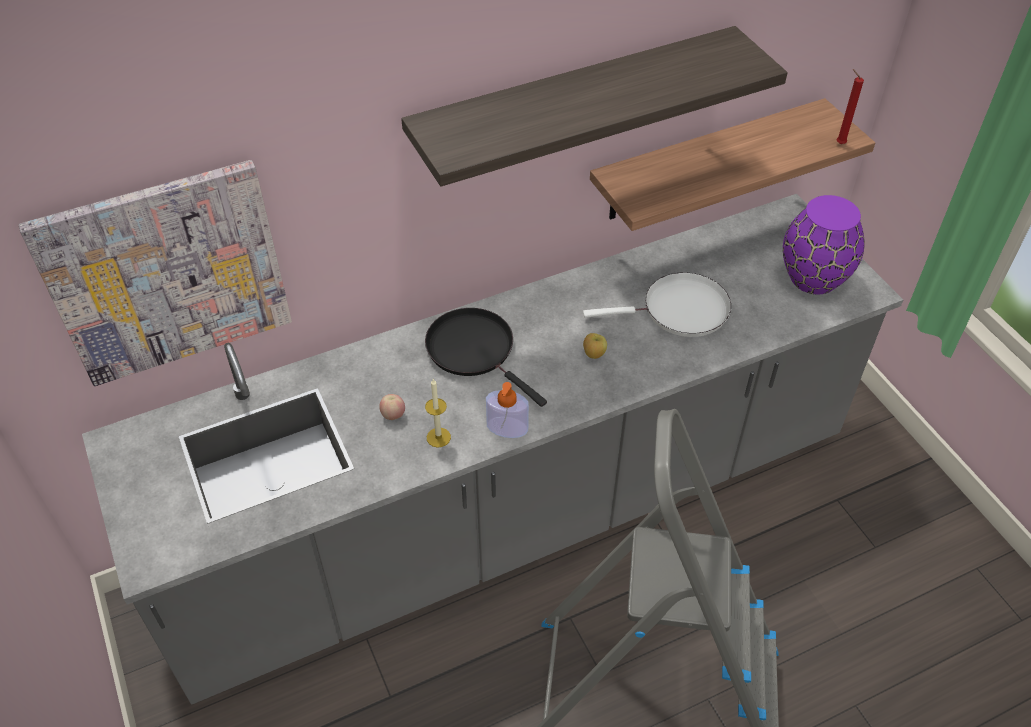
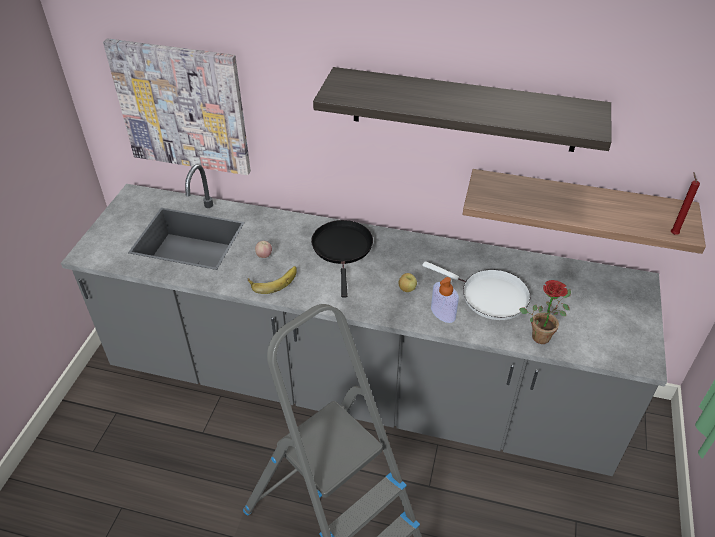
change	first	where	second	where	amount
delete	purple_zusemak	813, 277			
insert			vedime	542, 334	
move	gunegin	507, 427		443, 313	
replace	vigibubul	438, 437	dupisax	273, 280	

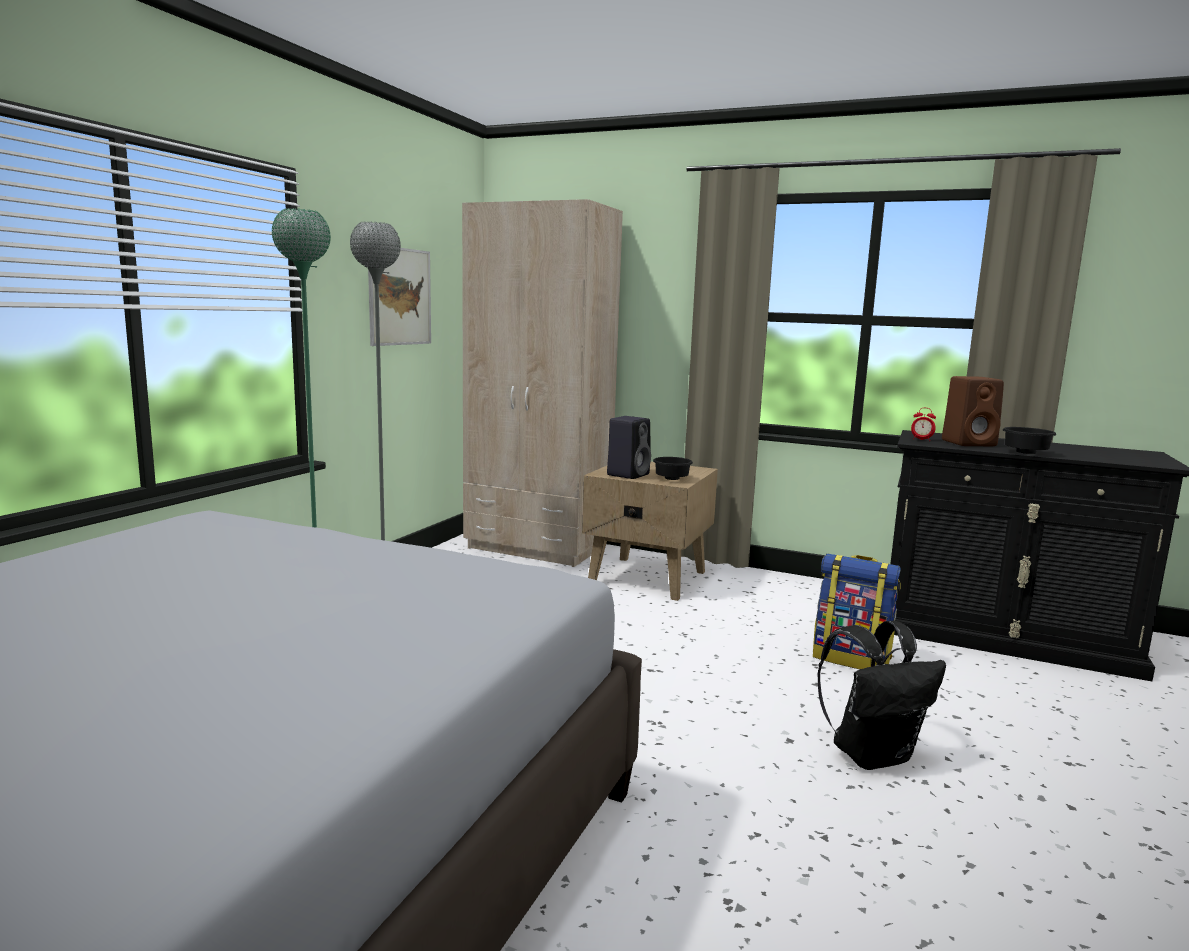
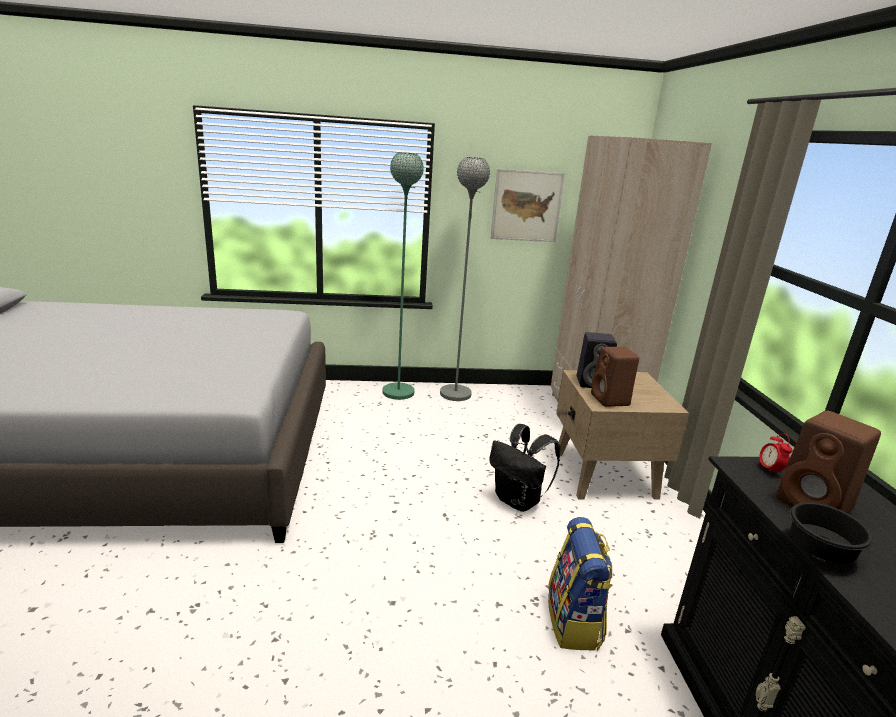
change	first	where	second	where	amount
move	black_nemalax	872, 754		519, 501	
replace	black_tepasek	672, 479	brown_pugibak	611, 400	

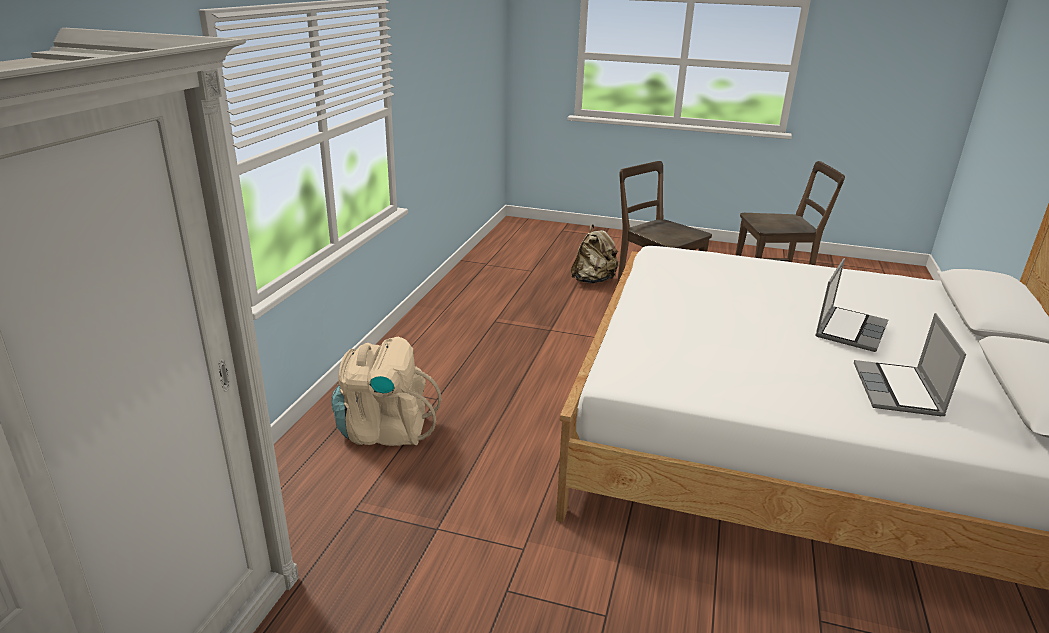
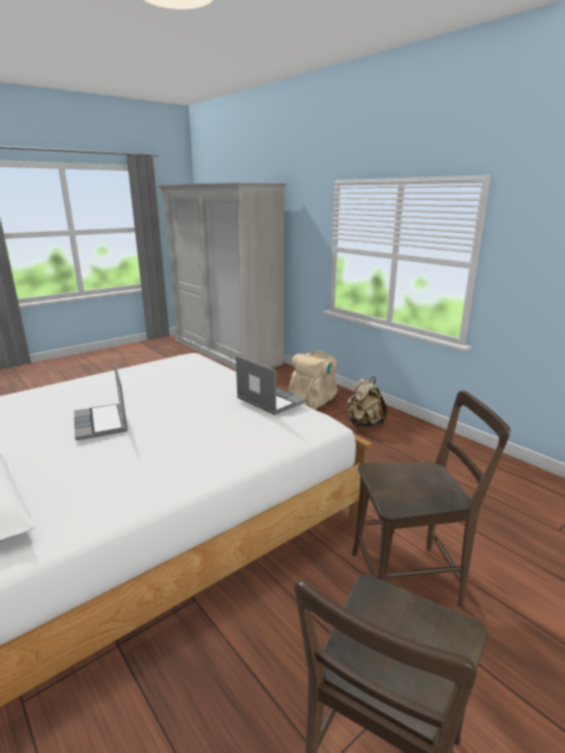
change	first	where	second	where	amount
move	beige_nemalax	593, 280		364, 424	
move	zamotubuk	898, 391		269, 400	

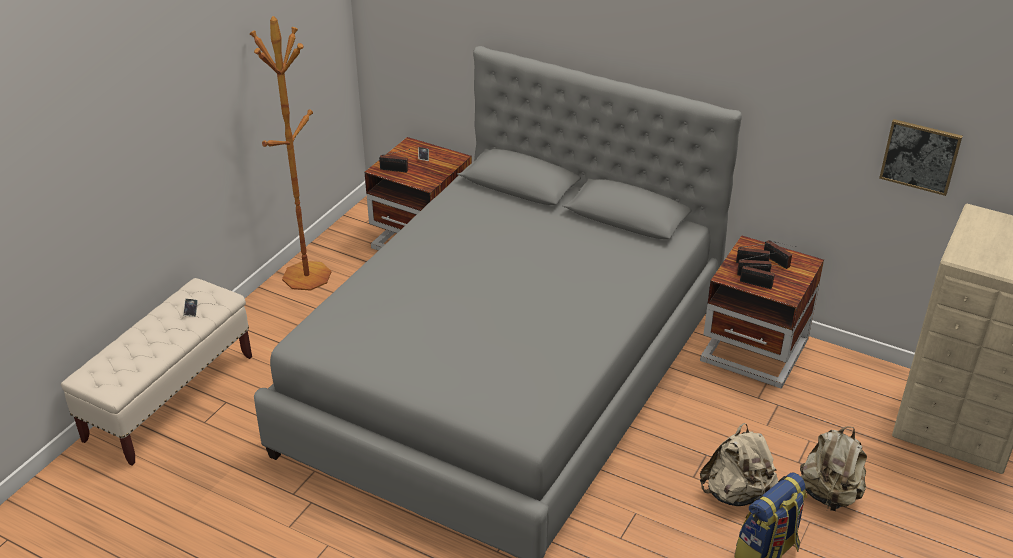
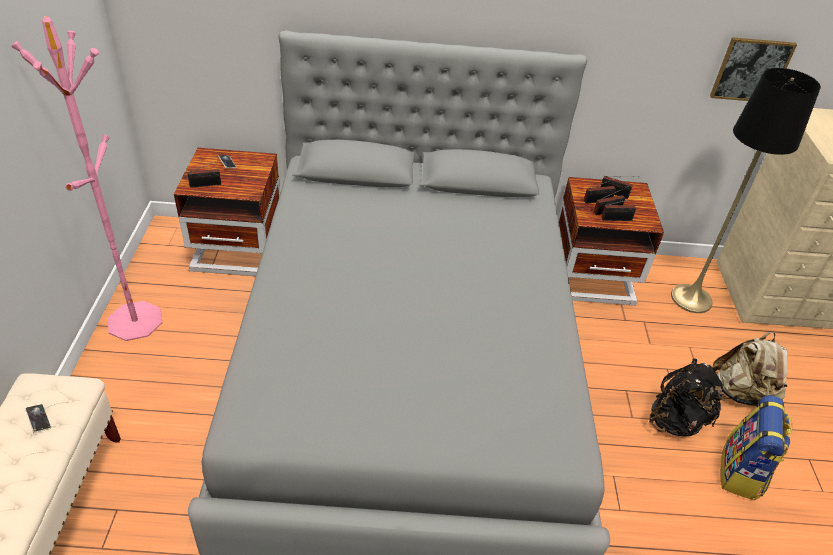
change	first	where	second	where	amount
insert			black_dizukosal	691, 298	
recolor	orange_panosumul	307, 275	pink_panosumul	135, 320	
recolor	beige_nemalax	737, 493	black_nemalax	676, 420	

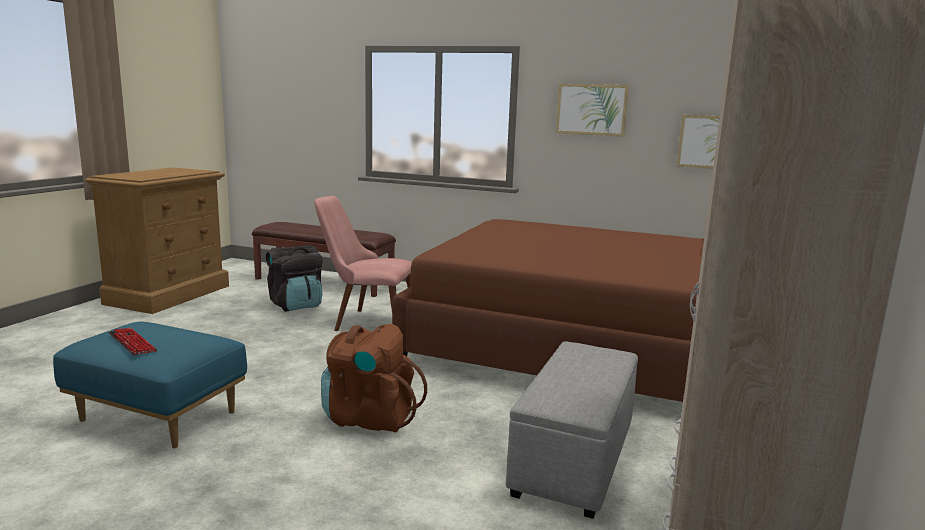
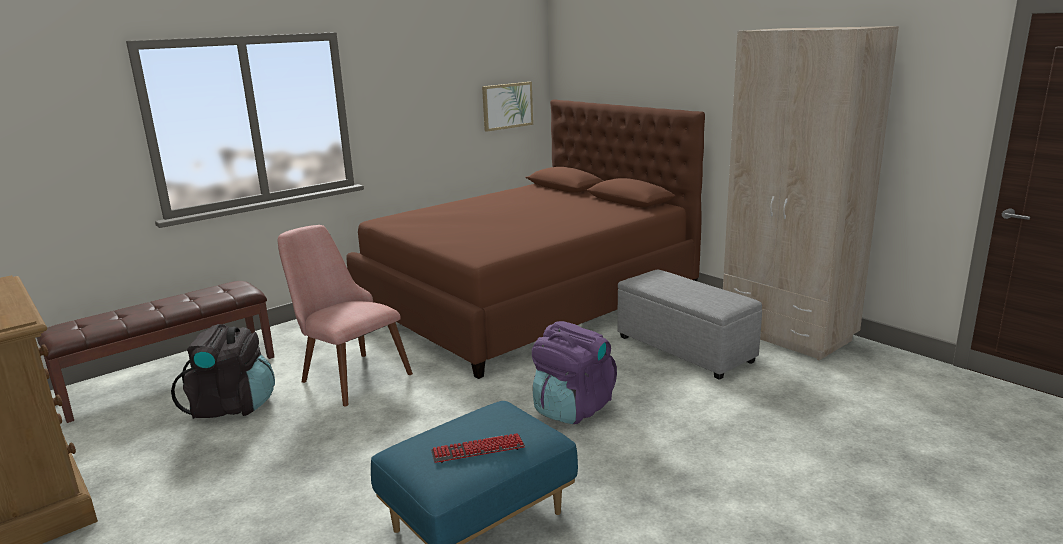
change	first	where	second	where	amount
delete	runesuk	591, 109			
recolor	brown_nemalax	369, 418	purple_nemalax	572, 408	
rotate	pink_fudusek	366, 322		347, 374	90 degrees clockwise

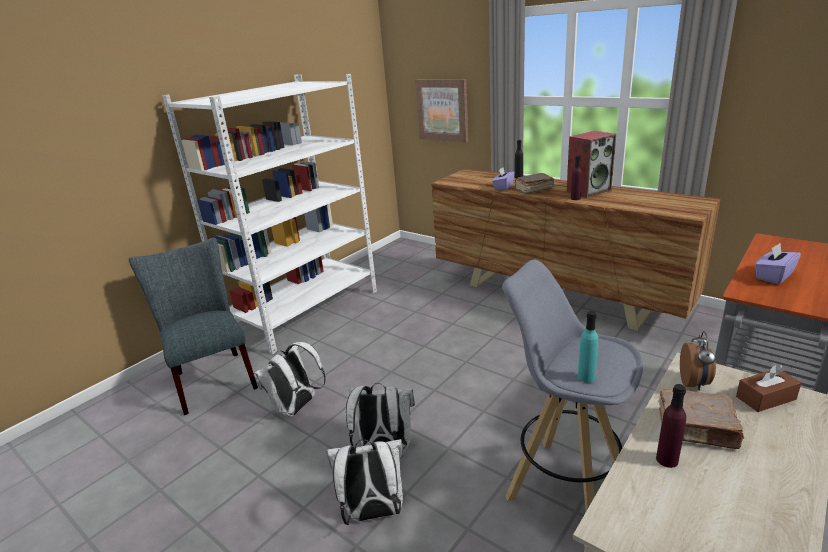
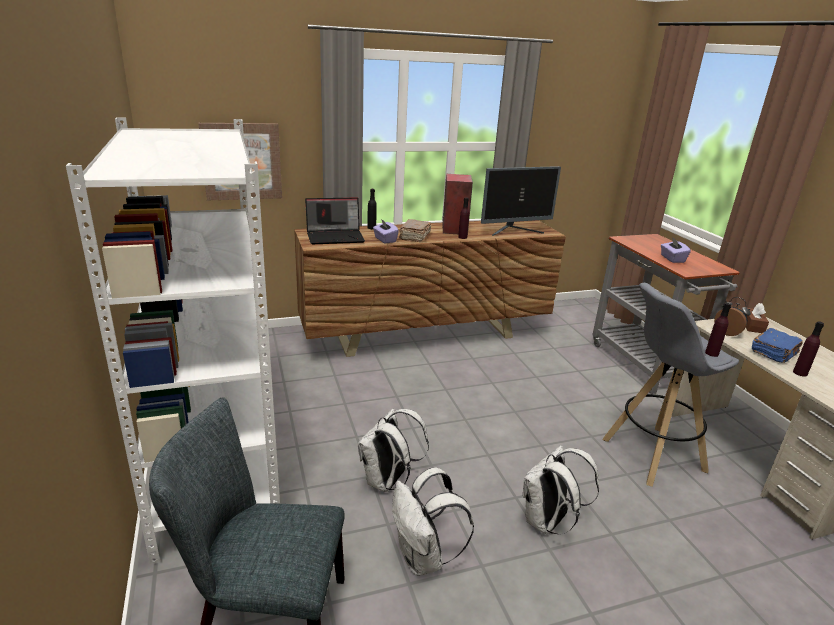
change	first	where	second	where	amount
insert			zamotubuk	336, 237	
insert			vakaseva	514, 231	
move	white_nemalax	373, 513		388, 481	
recolor	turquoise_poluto	586, 377	purple_poluto	711, 353	
recolor	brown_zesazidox	697, 429	blue_zesazidox	774, 353	

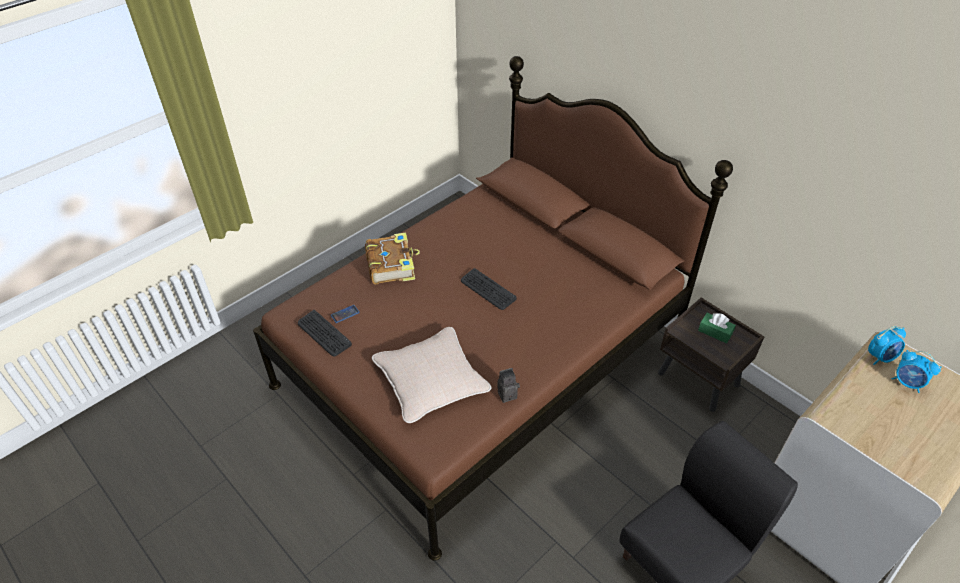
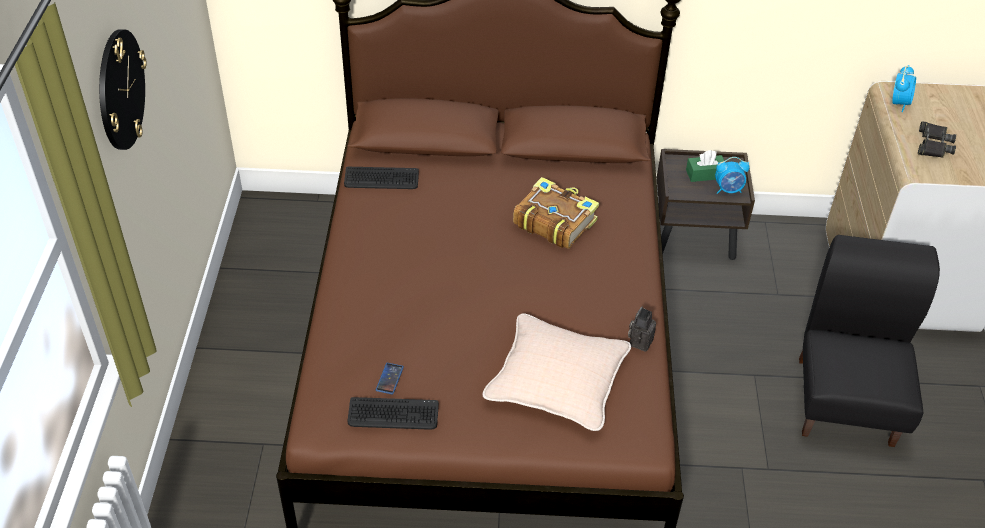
change	first	where	second	where	amount
insert			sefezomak	120, 89	
insert			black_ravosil	933, 144	
move	zesazidox	391, 265		554, 221	
move	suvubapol	487, 290		381, 179	
move	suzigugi	907, 383		728, 190	

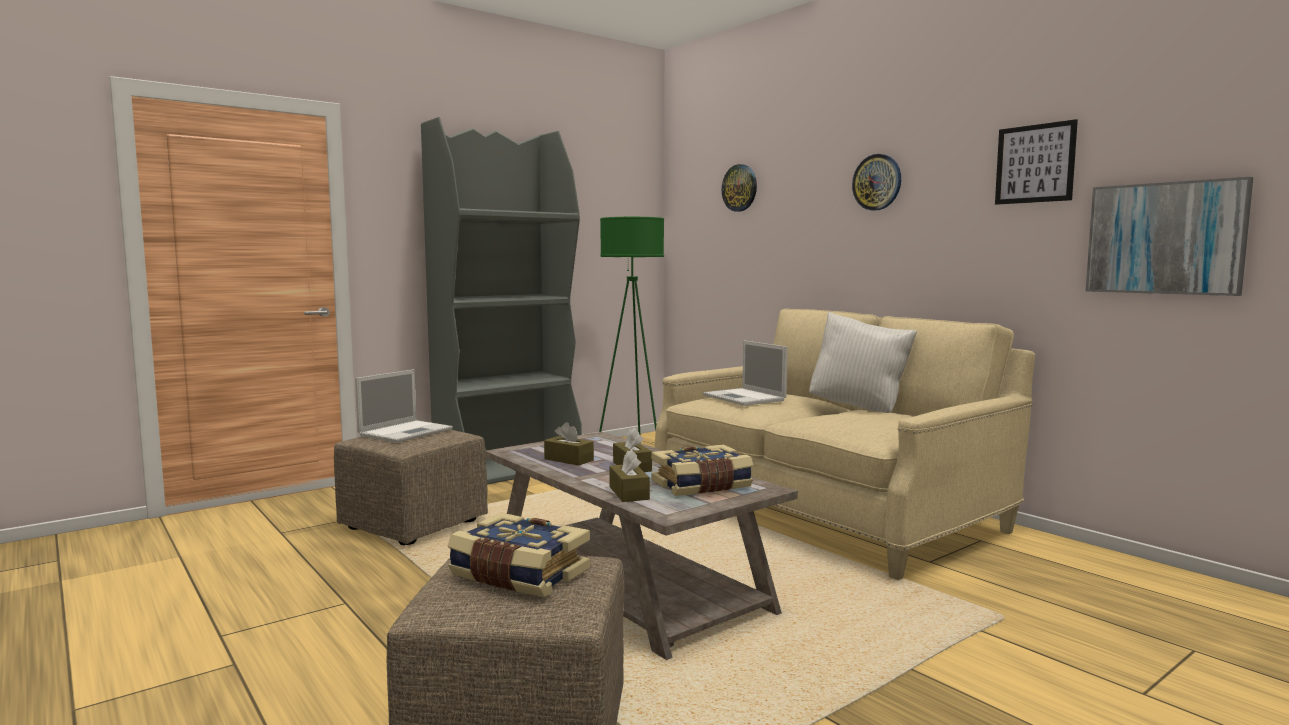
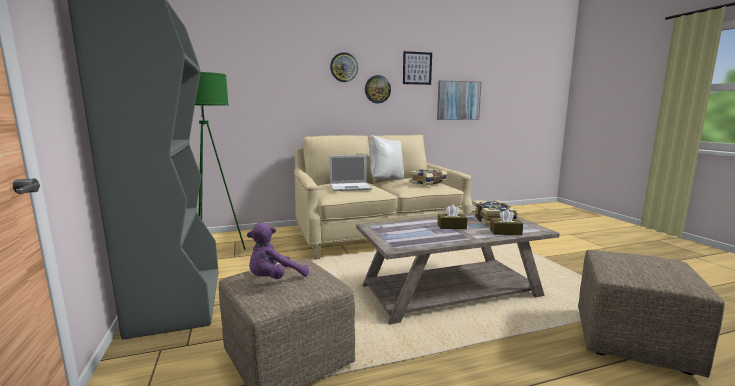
change	first	where	second	where	amount
delete	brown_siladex	568, 459			
move	zesazidox	518, 575		428, 183	
move	sefezomak	740, 188		377, 89	
replace	zamotubuk	407, 432	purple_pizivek	274, 279	

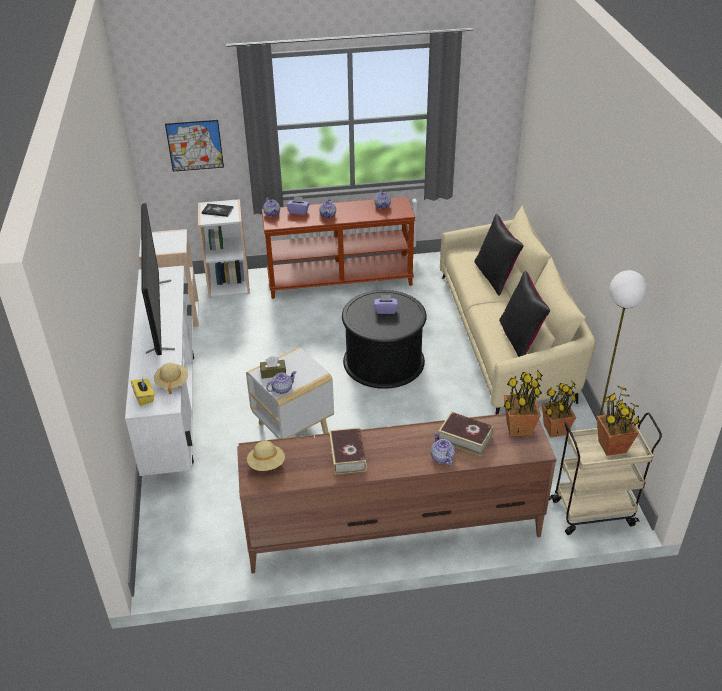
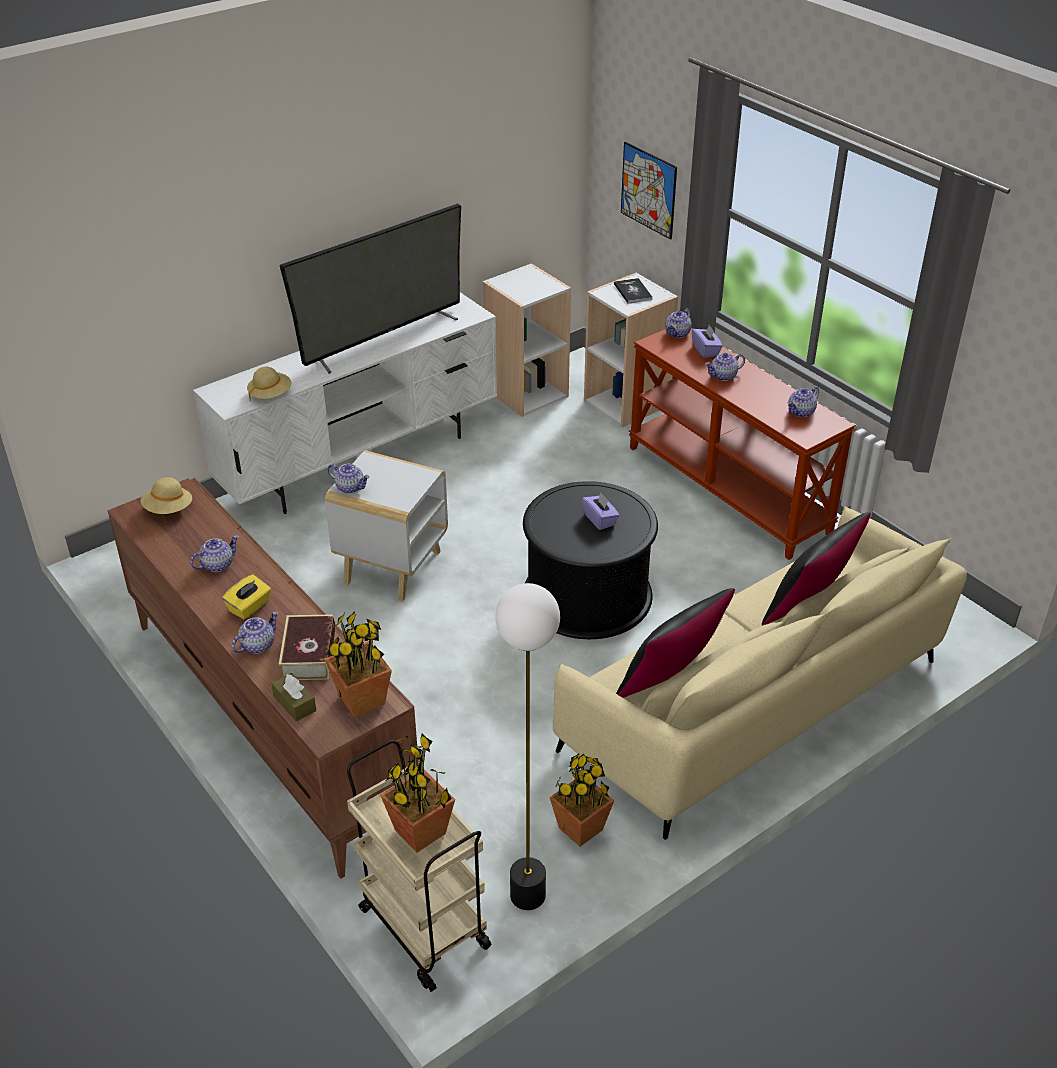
change	first	where	second	where	amount
move	yellow_siladex	144, 397		249, 607	
move	brown_siladex	273, 373		294, 703	
replace	zesazidox	347, 455	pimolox	217, 564	

